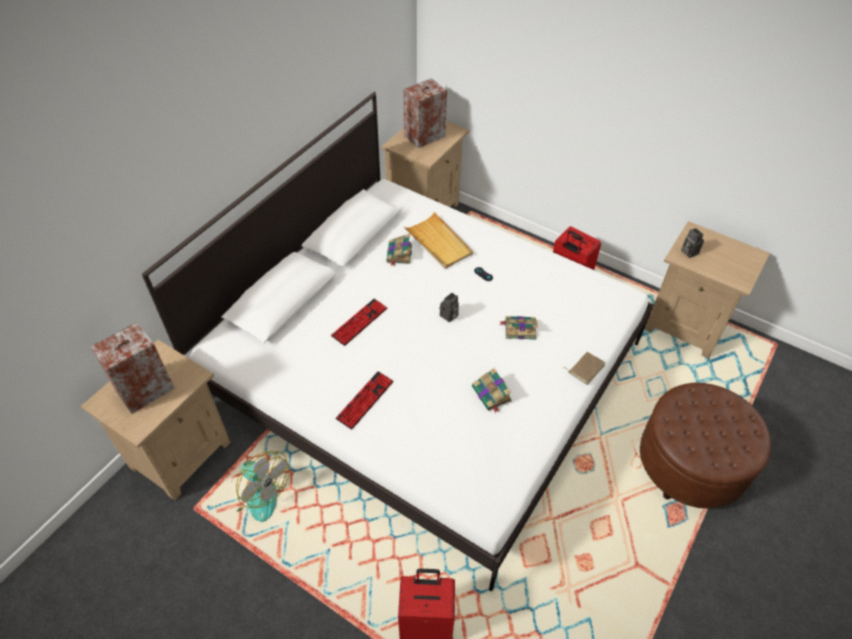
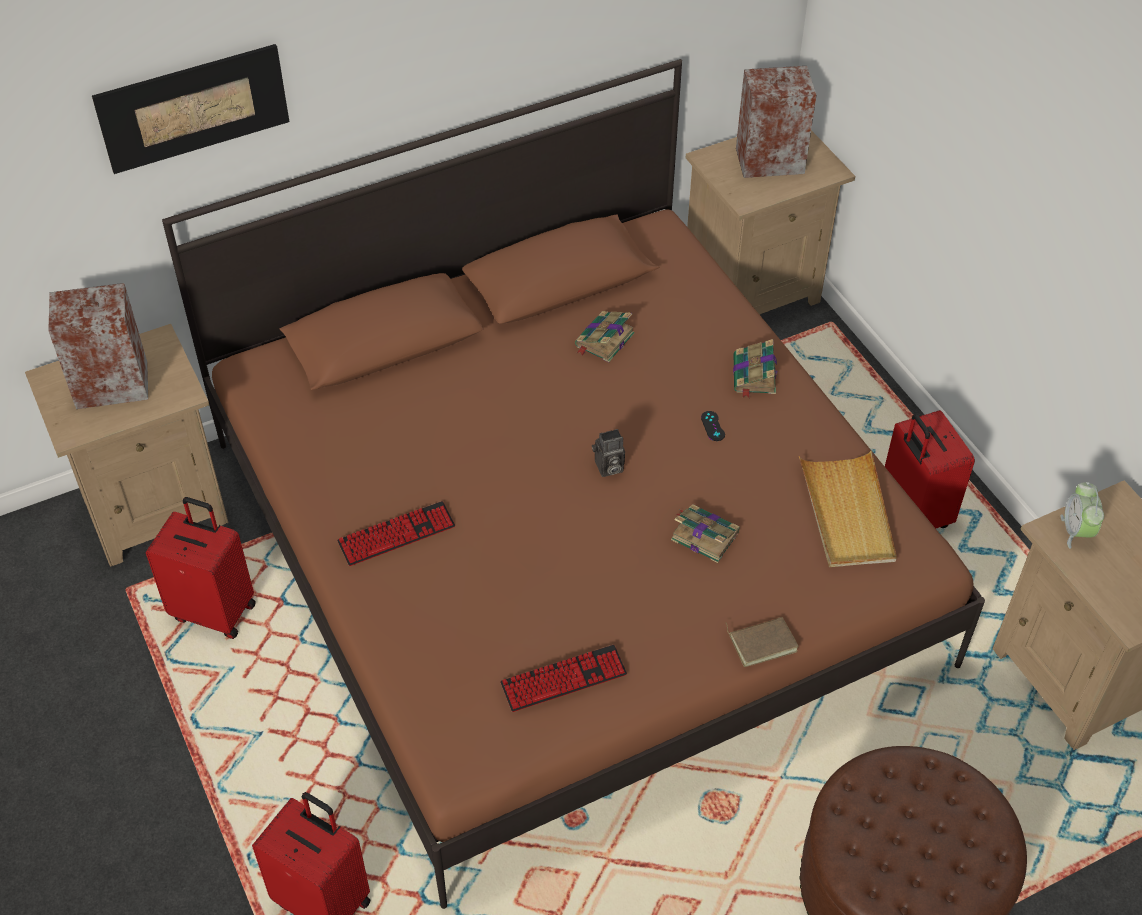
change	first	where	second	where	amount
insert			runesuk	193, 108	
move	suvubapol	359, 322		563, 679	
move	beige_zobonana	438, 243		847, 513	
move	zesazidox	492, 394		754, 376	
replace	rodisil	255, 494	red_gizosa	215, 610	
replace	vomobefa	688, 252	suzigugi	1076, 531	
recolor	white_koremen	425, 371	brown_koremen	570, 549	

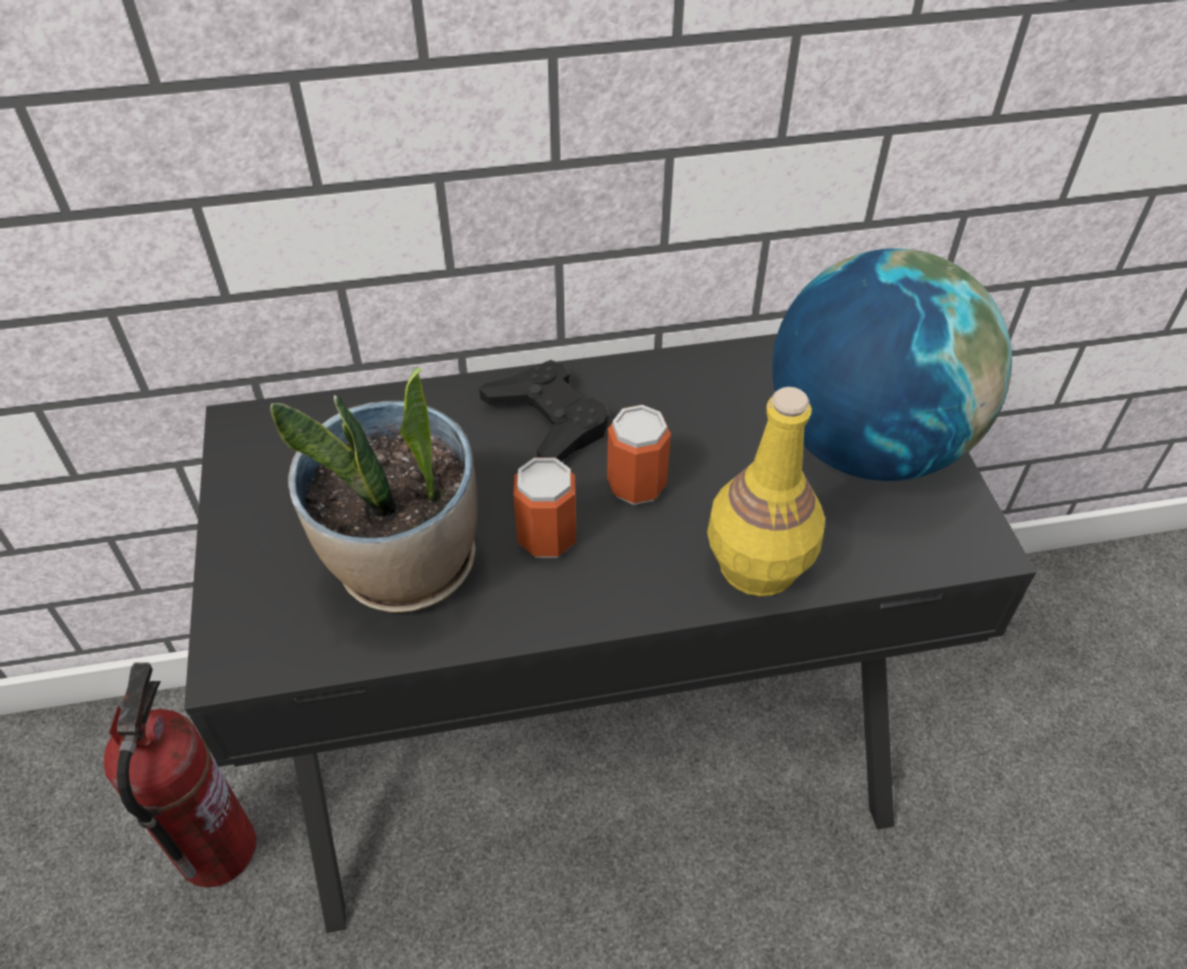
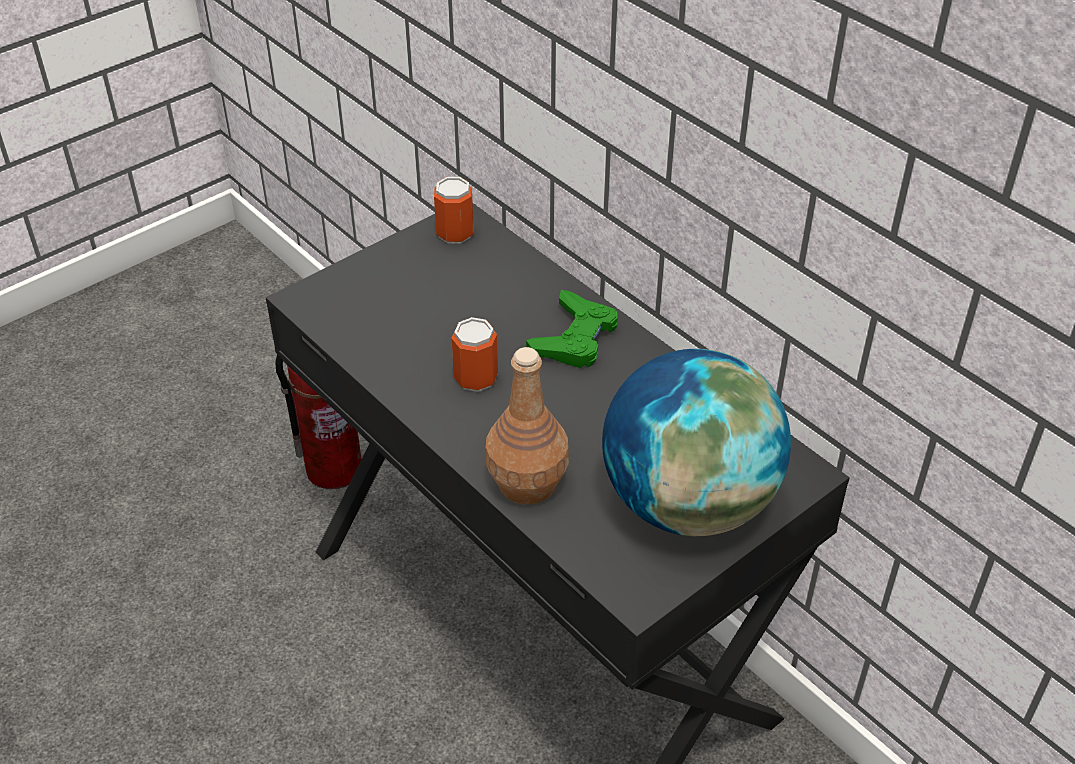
change	first	where	second	where	amount
delete	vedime	406, 566			
move	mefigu	636, 485		455, 233	
recolor	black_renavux	548, 419	green_renavux	575, 338	
recolor	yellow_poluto	756, 566	brown_poluto	526, 483	

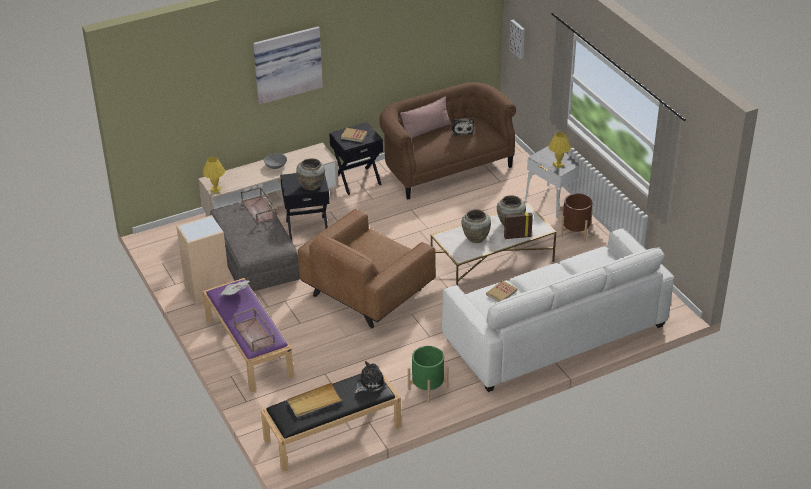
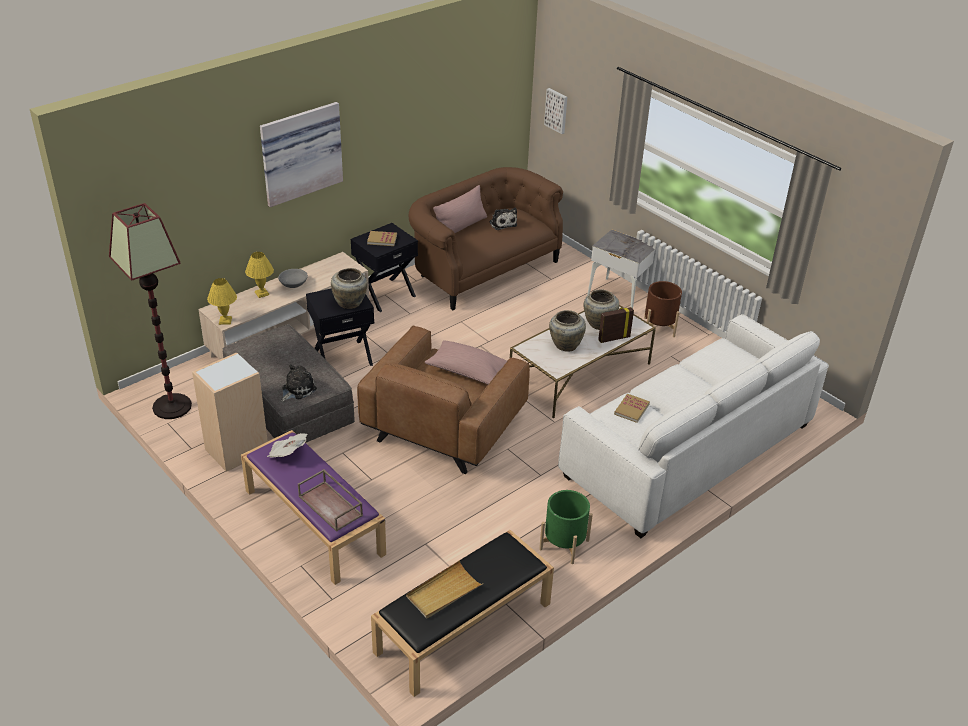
change	first	where	second	where	amount
delete	brown_zobonana	259, 209			
insert			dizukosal	172, 407	
insert			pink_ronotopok	467, 372	
move	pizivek	369, 383		297, 389	
move	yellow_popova	558, 165		261, 293	

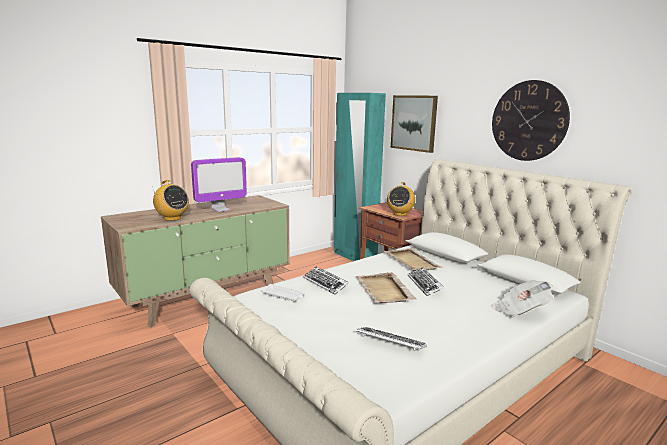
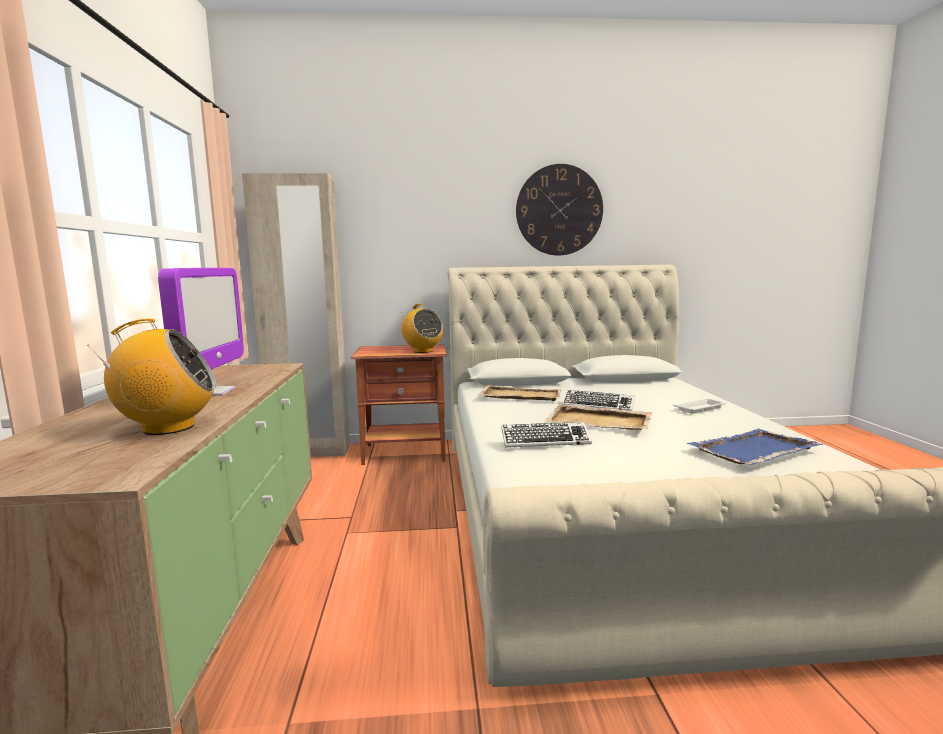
change	first	where	second	where	amount
delete	runesuk	414, 123			
delete	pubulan	519, 311			
move	white_zobonana	283, 295		700, 408	
replace	suvubapol	390, 342	blue_zobonana	752, 450	
recolor	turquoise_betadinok	354, 257	beige_betadinok	310, 452	

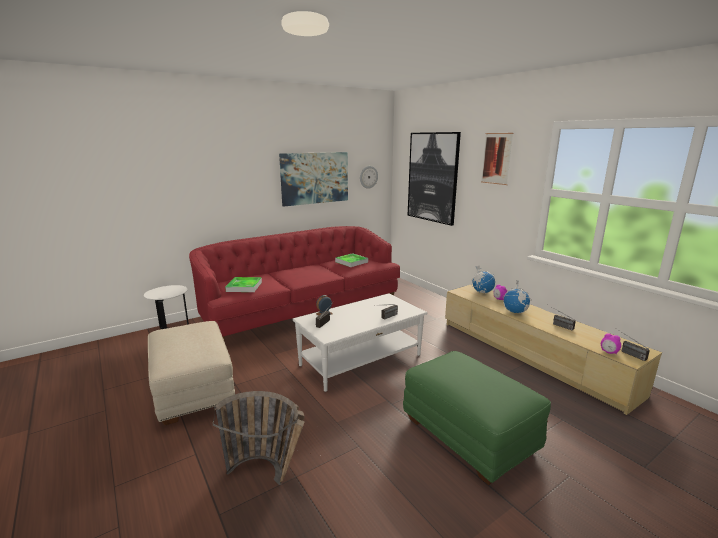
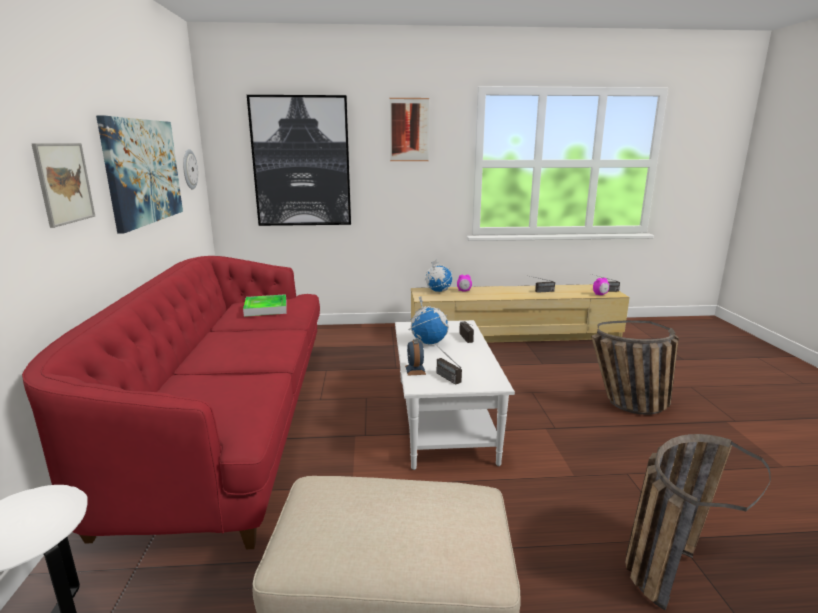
change	first	where	second	where	amount
delete	zobonana	244, 287			
insert			runesuk	64, 183	
move	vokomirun	515, 311		428, 342	
replace	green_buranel	468, 435	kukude	628, 406	

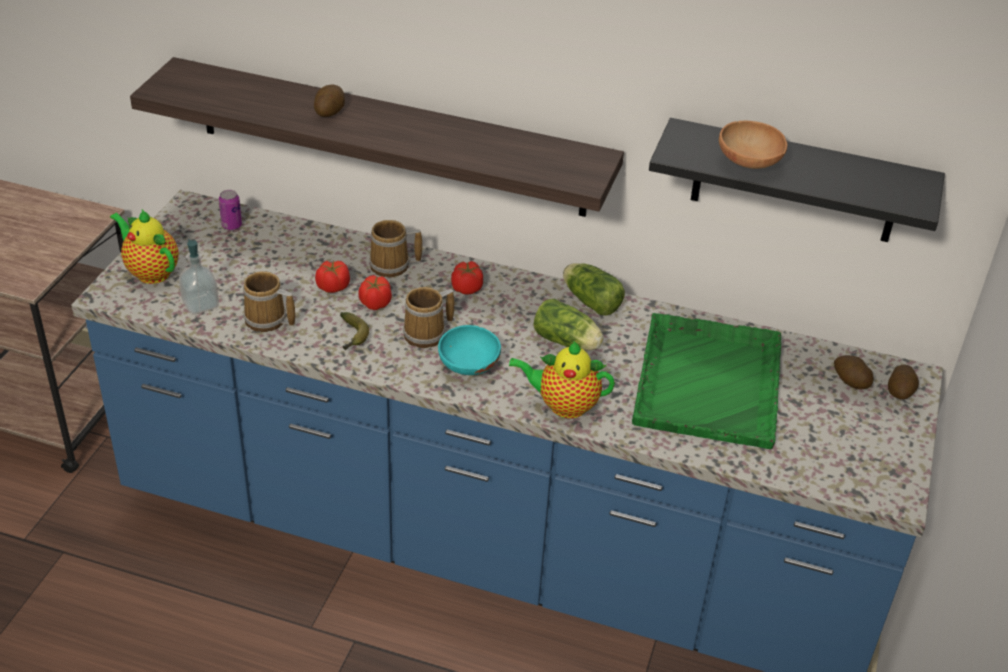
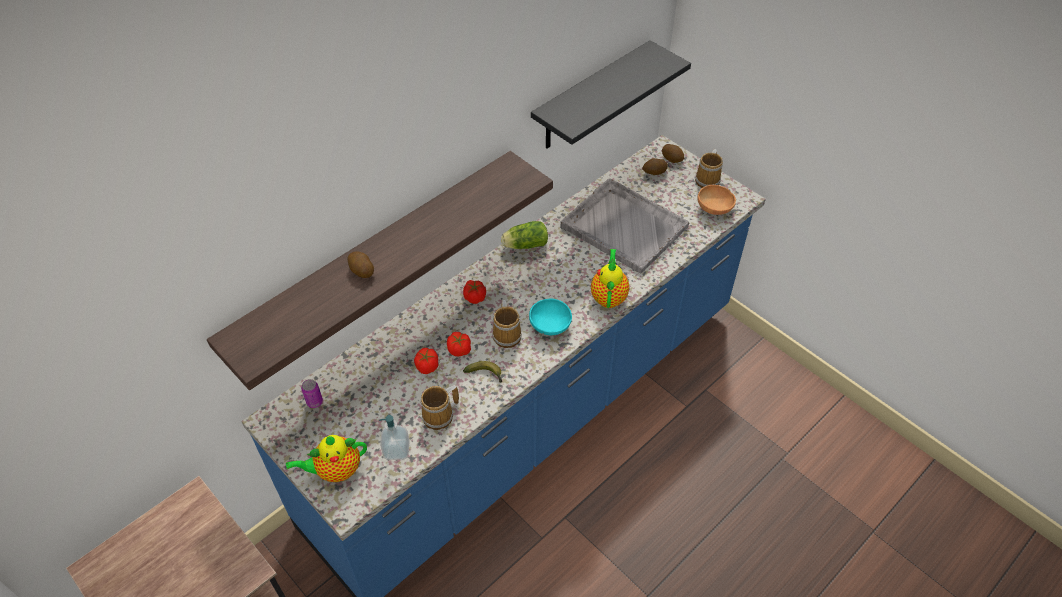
change	first	where	second	where	amount
delete	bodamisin	568, 342			
move	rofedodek	392, 266		708, 180	
move	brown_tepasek	749, 164		714, 209	
recolor	green_zobonana	709, 381	grey_zobonana	623, 226	
rotate	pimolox	563, 405		609, 296	150 degrees clockwise

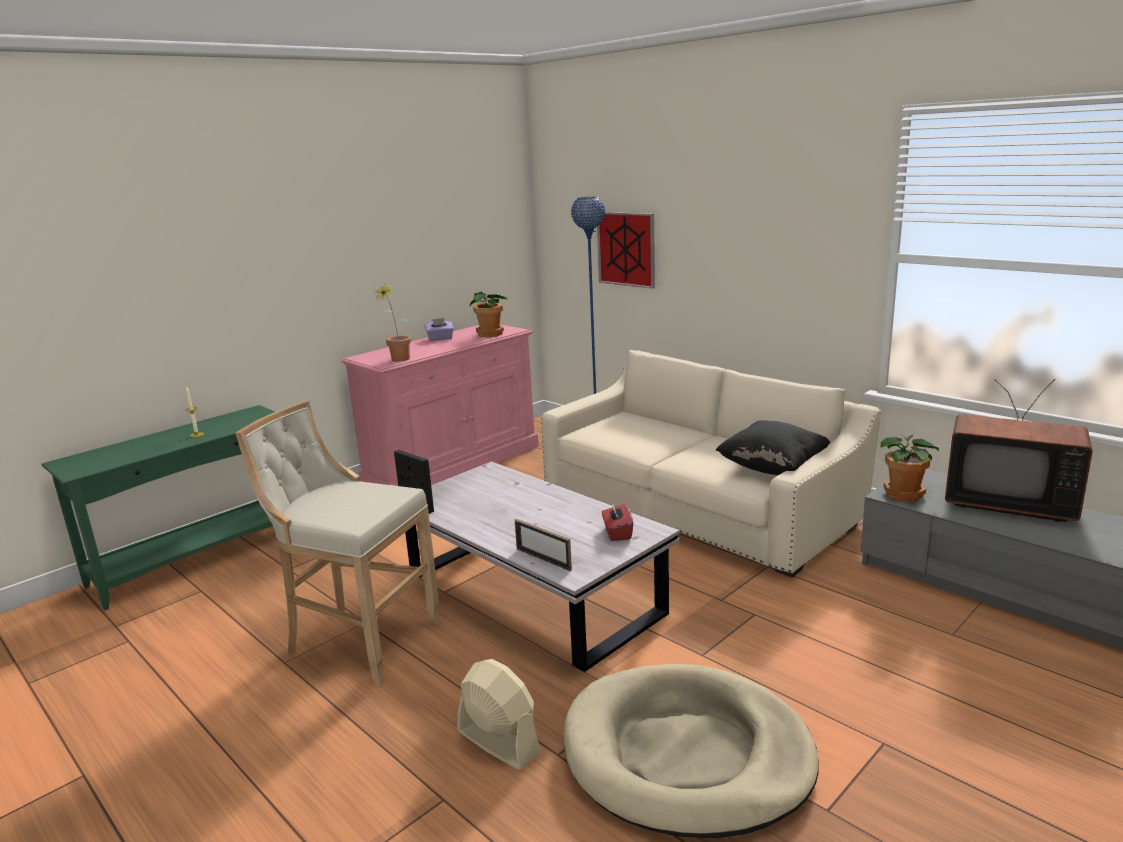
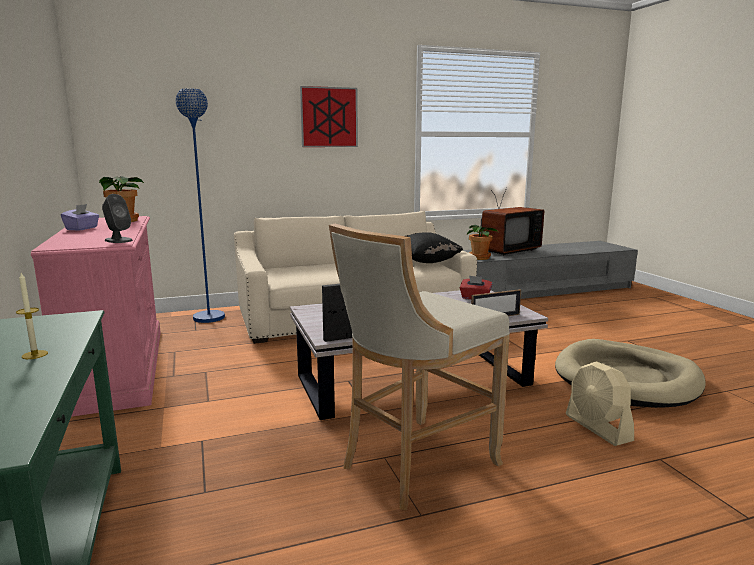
change	first	where	second	where	amount
move	runesuk	626, 249		329, 117	
replace	vedime	398, 360	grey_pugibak	118, 240	
rotate	beige_rodisil	498, 741		598, 428	90 degrees counterclockwise

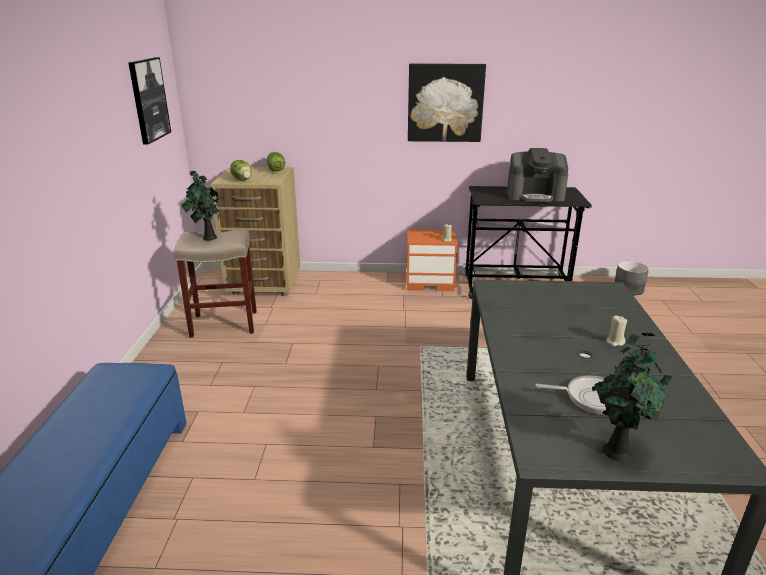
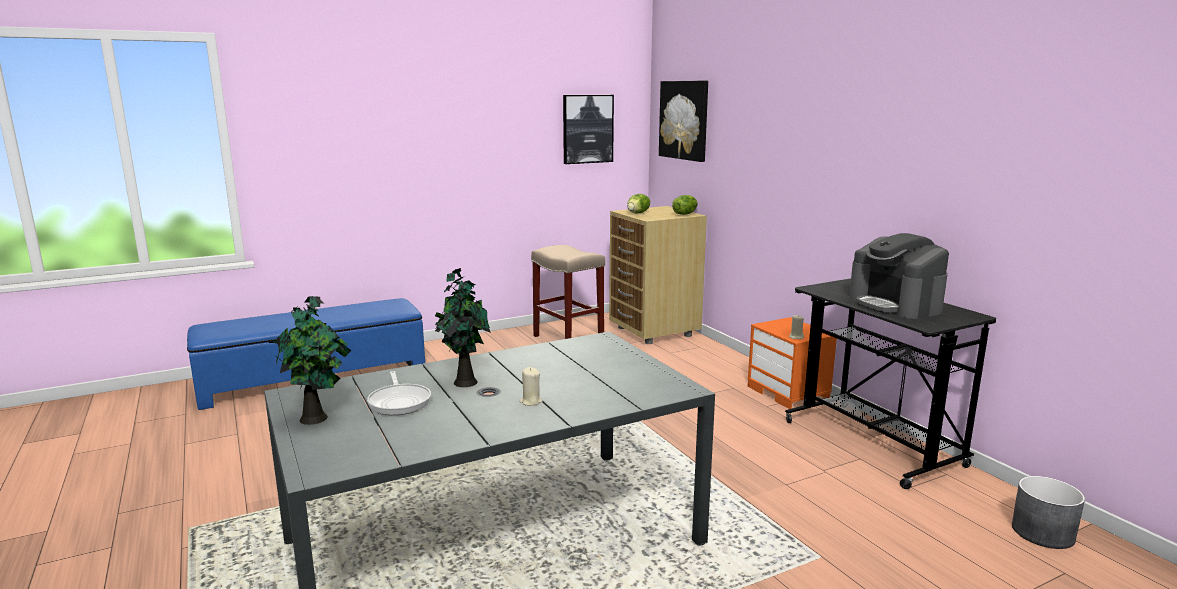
change	first	where	second	where	amount
move	vedime	208, 238		464, 382	
move	runesuk	445, 103		684, 120	

